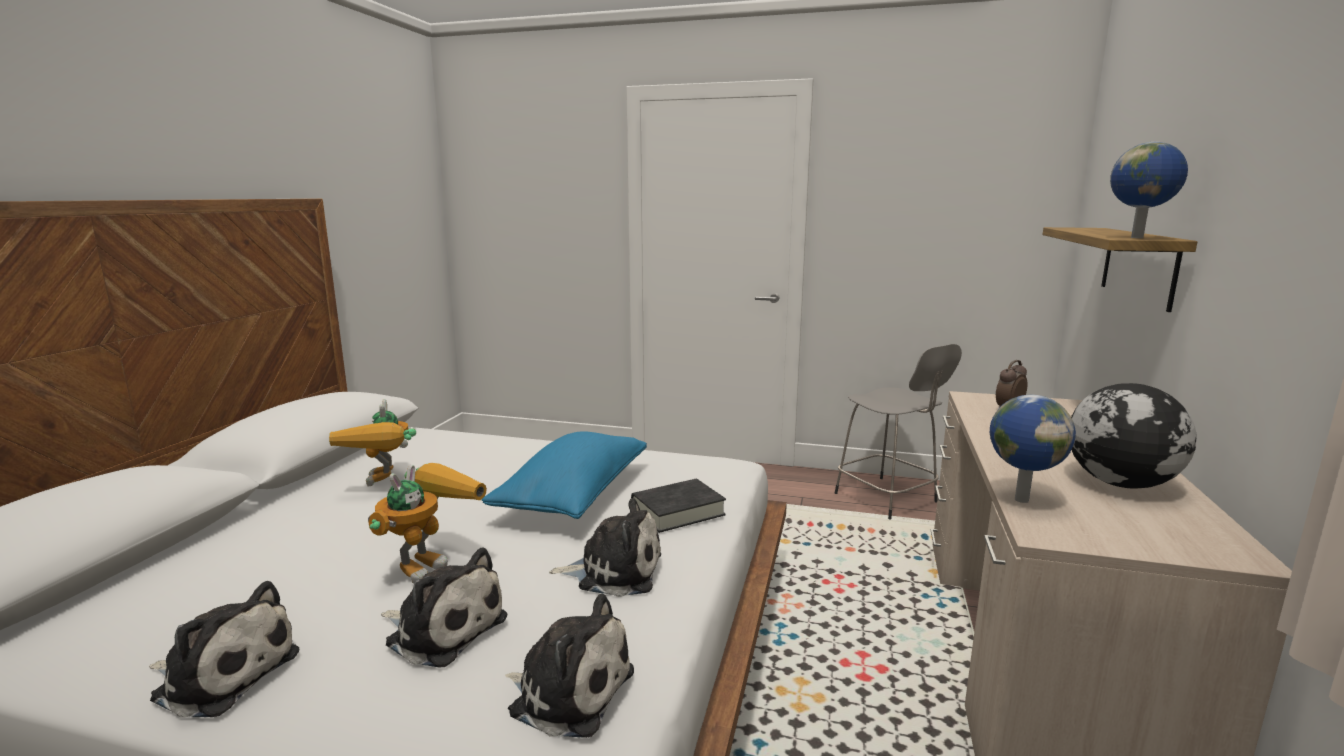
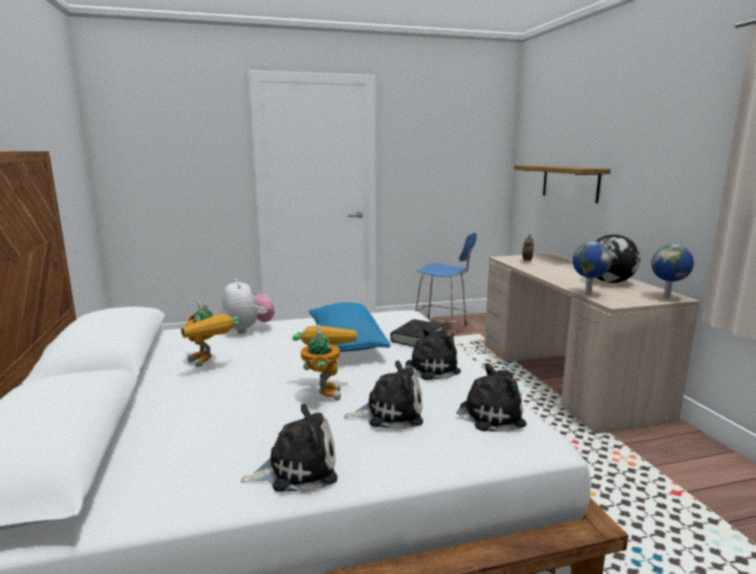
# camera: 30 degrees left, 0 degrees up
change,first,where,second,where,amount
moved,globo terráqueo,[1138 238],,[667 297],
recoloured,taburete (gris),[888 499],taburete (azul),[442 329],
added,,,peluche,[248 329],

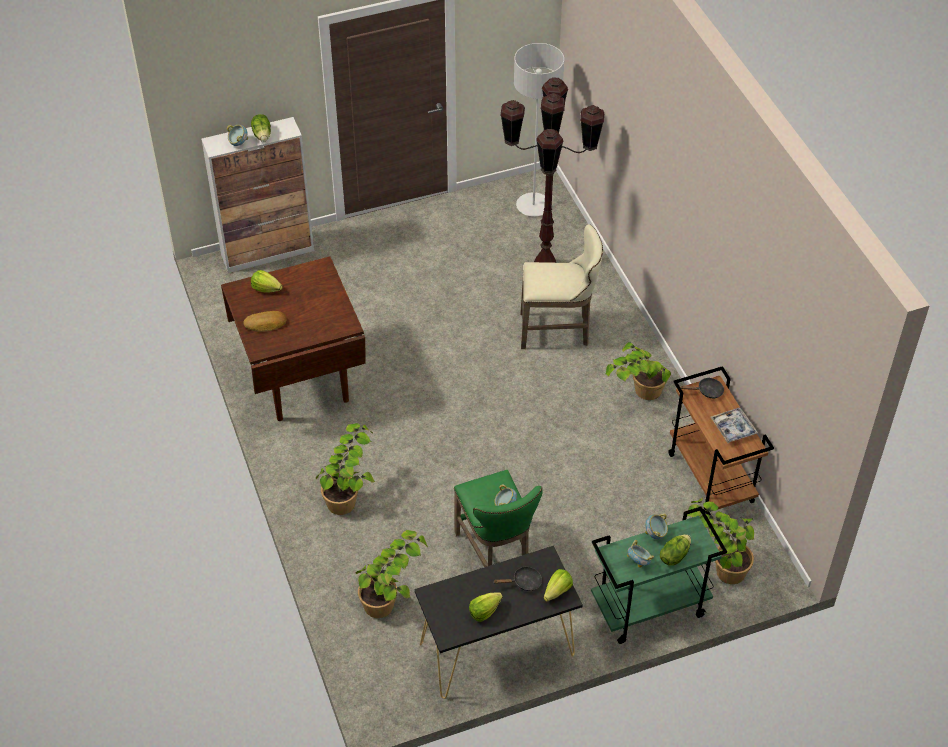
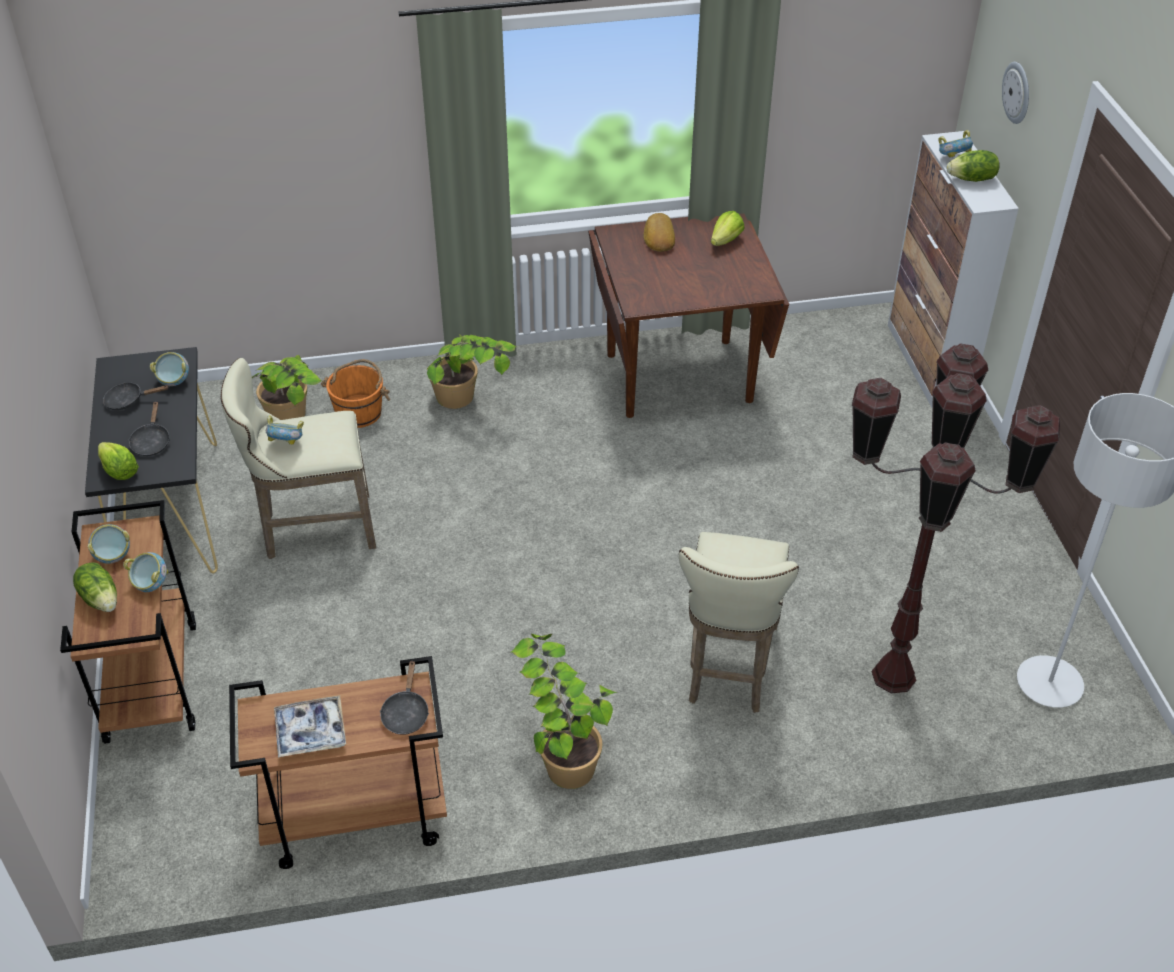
# camera: 100 degrees right, 5 degrees down
change,first,where,second,where,amount
recoloured,taburete (verde),[495 556],taburete (beis),[312 529],
removed,planta en maceta,[719 562],,,
recoloured,carrito (verde),[649 608],carrito (marrón),[151 681],
replaced,lechuga,[484 611],sartén (negro),[128 401],
added,,,reloj de pared,[1017 92],
added,,,cuenco,[173 381],
added,,,cubo (naranja),[359 412],

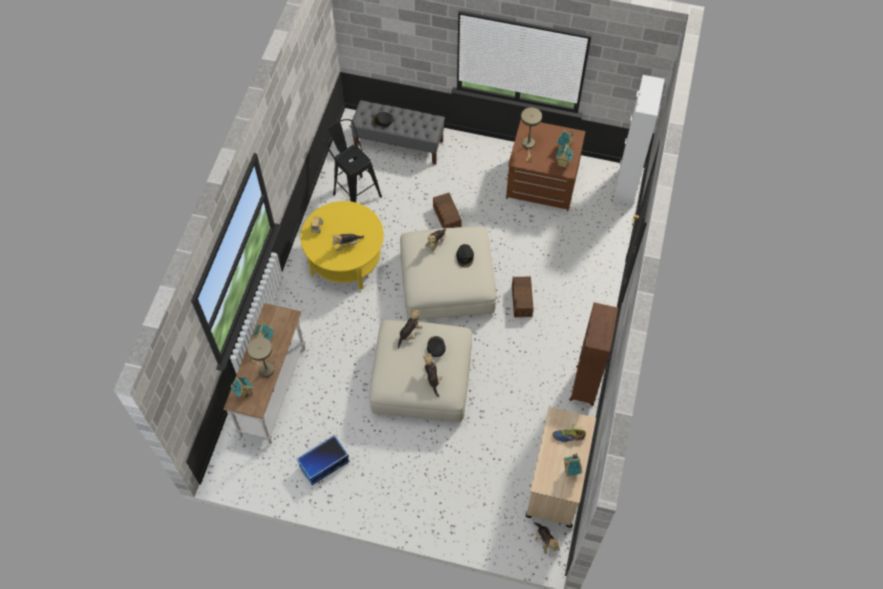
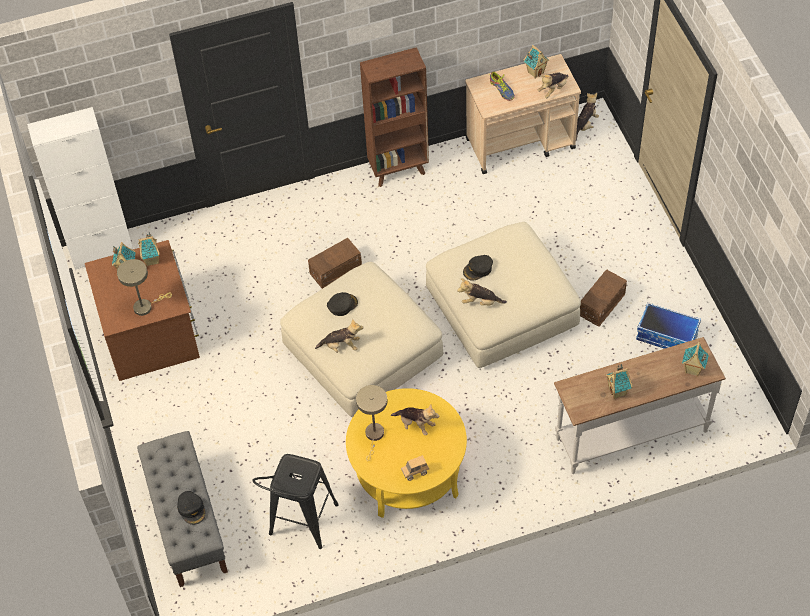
# camera: 120 degrees left, 5 degrees down
change,first,where,second,where,amount
moved,caja de almacenaje (marrón),[447 217],,[600 305],
moved,lámpara de mesa (beis),[264 369],,[374 436],
moved,peluche,[432 379],,[553 90],

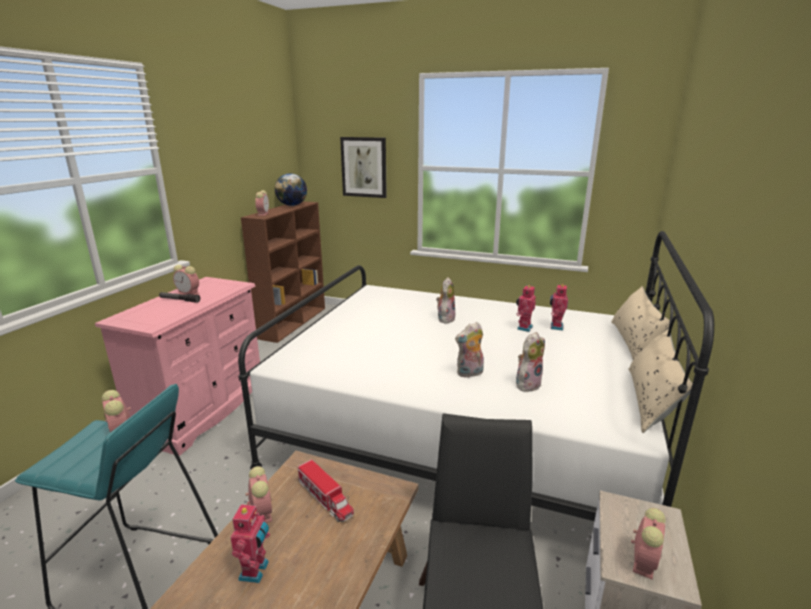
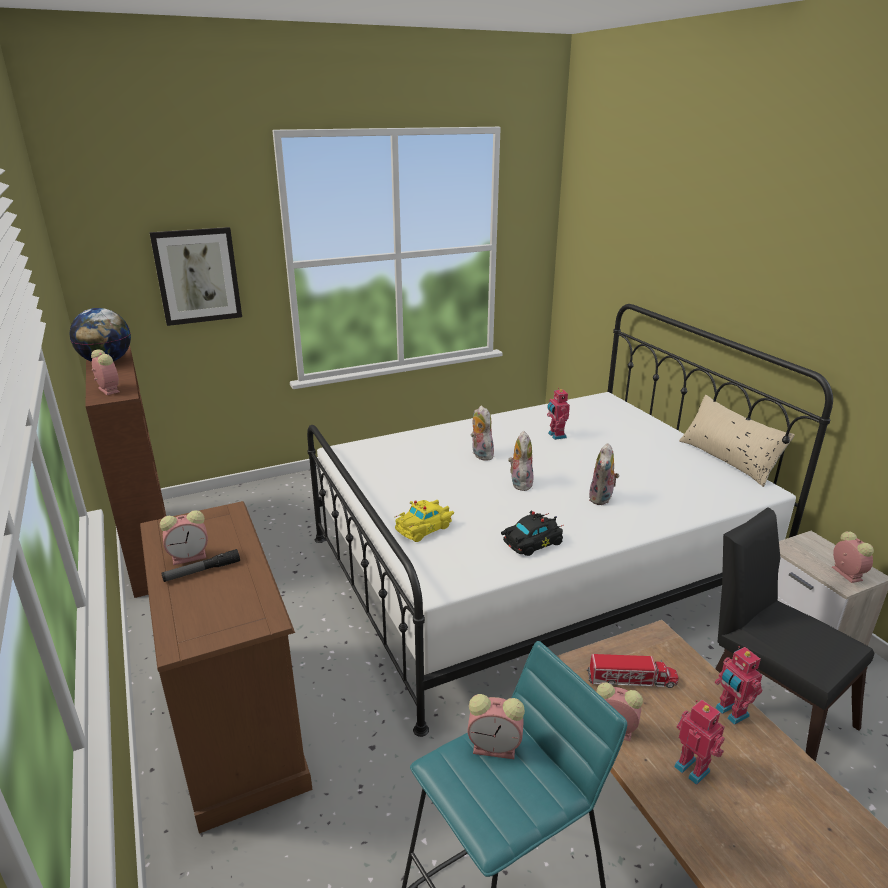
# camera: 45 degrees left, 5 degrees up
change,first,where,second,where,amount
recoloured,cómoda (rosa),[203 410],cómoda (marrón),[237 724],
moved,robot de juguete,[555 327],,[730 713],
removed,cojín (beis),[634 342],,,
moved,peluche,[527 384],,[520 483],
added,,,coche de juguete (amarillo),[425 527],
added,,,coche de juguete (negro),[531 542],

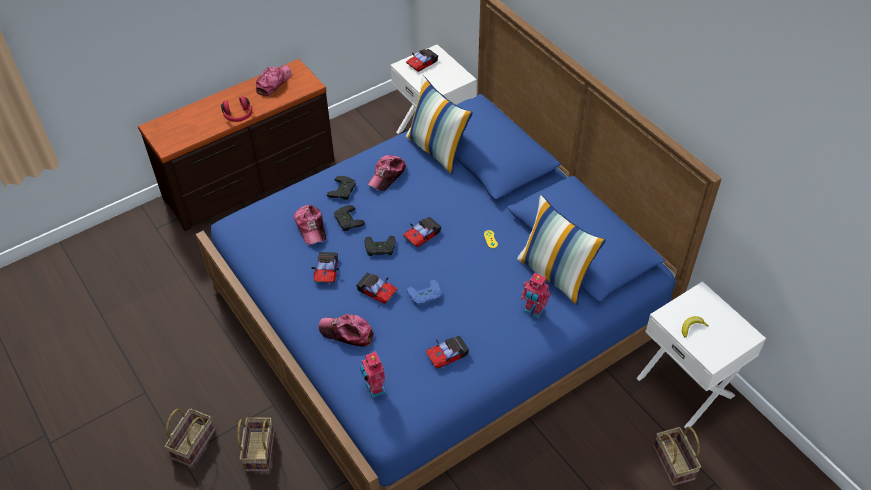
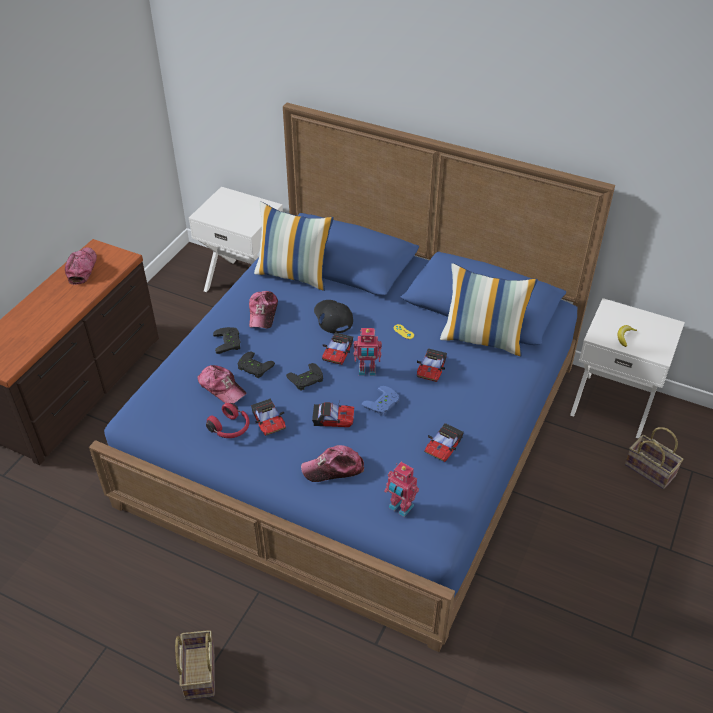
# camera: 30 degrees left, 5 degrees down
change,first,where,second,where,amount
moved,coche de juguete,[422 63],,[431 369],
moved,auriculares (rojo),[238 115],,[230 428],
moved,robot de juguete,[533 311],,[367 371],
removed,cesta,[259 450],,,
added,,,gorra (negro),[333 317],

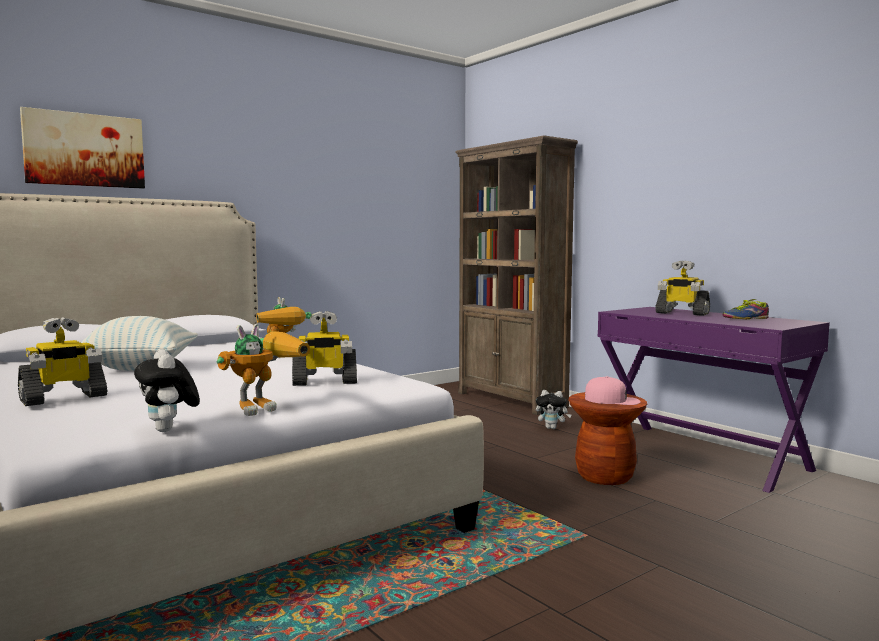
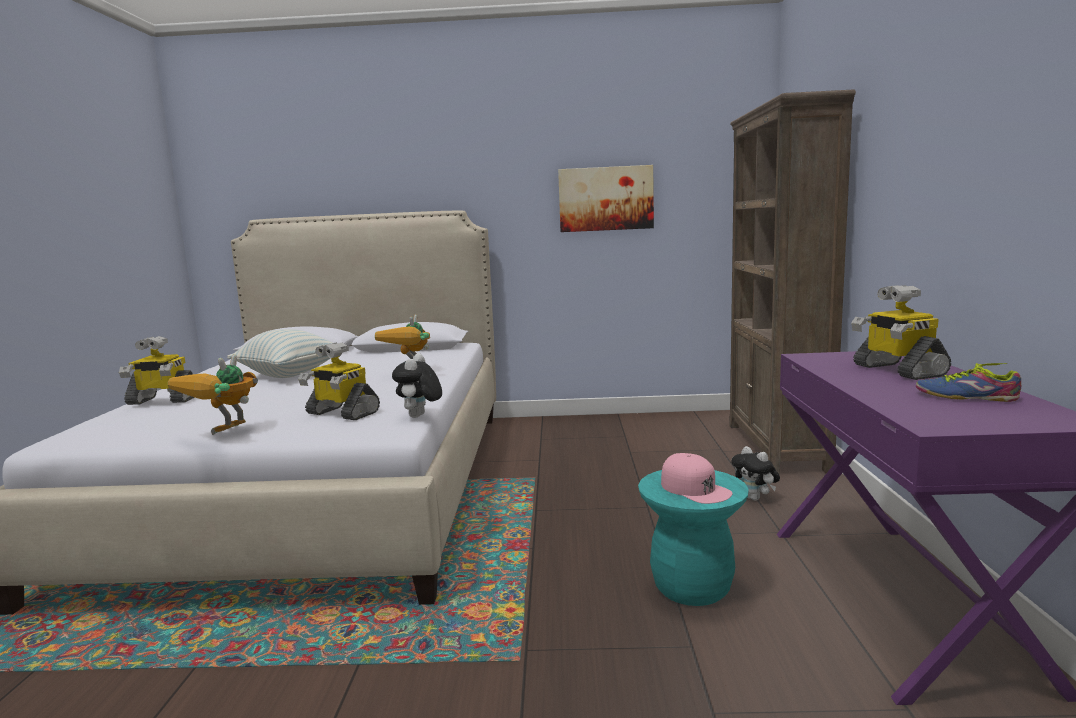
# camera: 40 degrees right, 5 degrees up
change,first,where,second,where,amount
moved,cuadro,[84 150],,[605 199],
turned,robot de juguete,[265 407],,[224 435],120 degrees clockwise
moved,peluche,[169 430],,[419 416],
recoloured,taburete (marrón),[605 476],taburete (turquesa),[692 588],

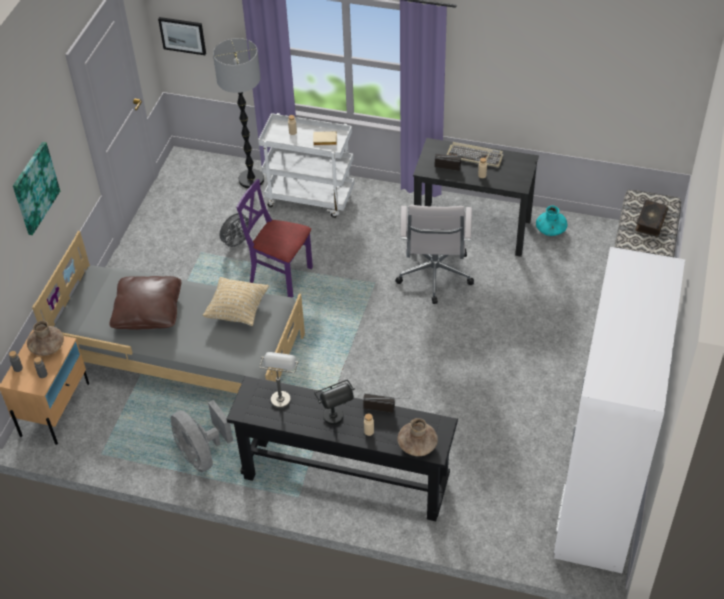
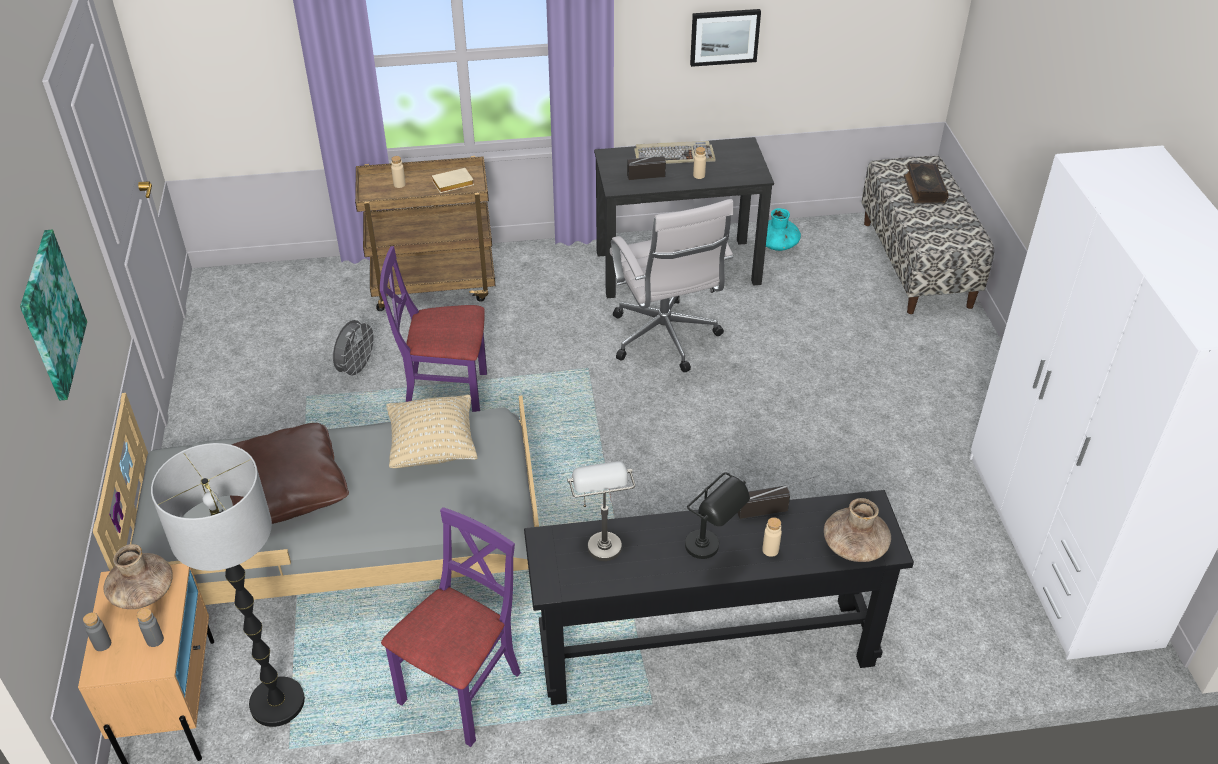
# camera: 25 degrees left, 5 degrees down
change,first,where,second,where,amount
moved,cuadro,[182 35],,[724 36],
moved,lámpara de pie,[251 179],,[277 702],
recoloured,carrito (blanco),[311 198],carrito (marrón),[435 285],
replaced,ventilador (gris),[202 454],silla (morado),[462 690],

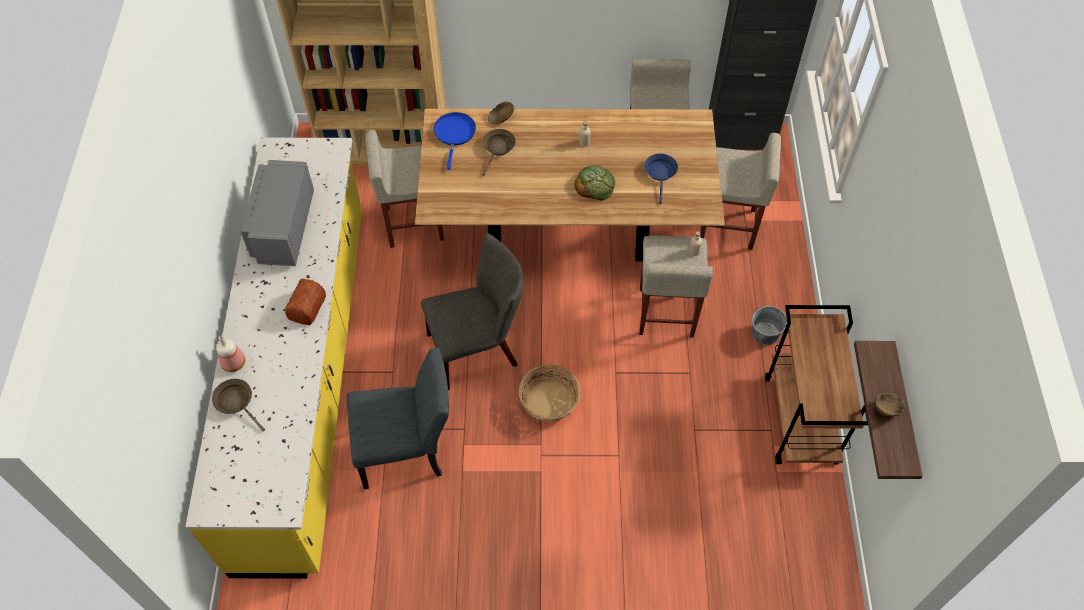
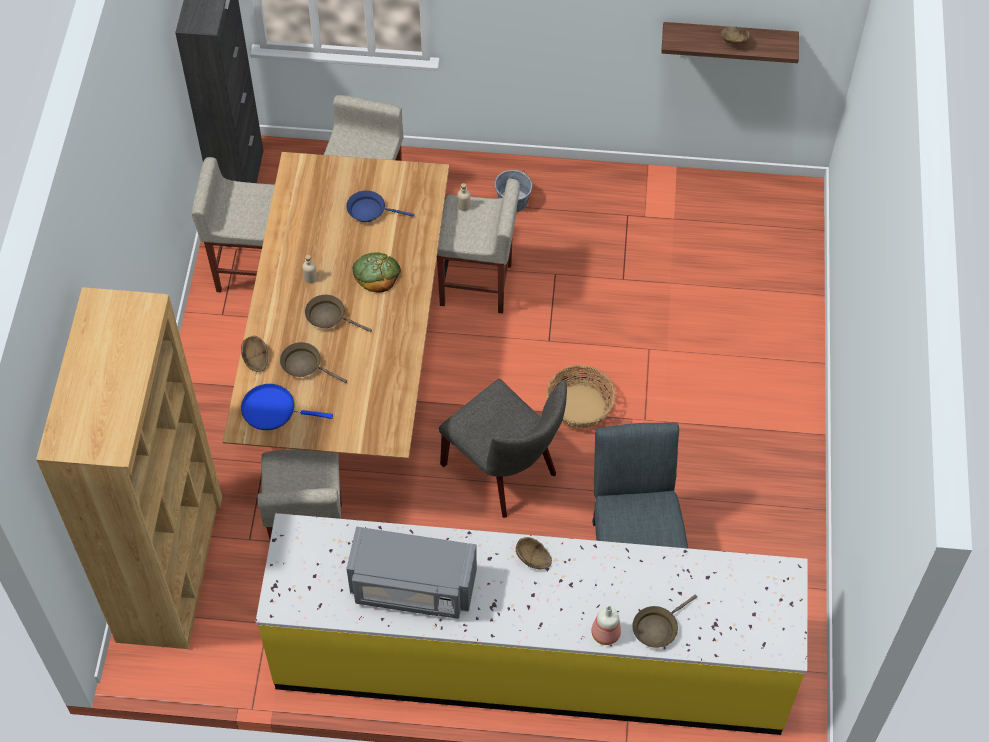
# camera: 85 degrees left, 0 degrees up
change,first,where,second,where,amount
turned,silla (gris),[478 349],,[505 472],150 degrees clockwise
replaced,pan,[305 307],cuenco (marrón),[534 559],
removed,carrito (marrón),[801 420],,,
added,,,sartén (marrón),[329 317],

